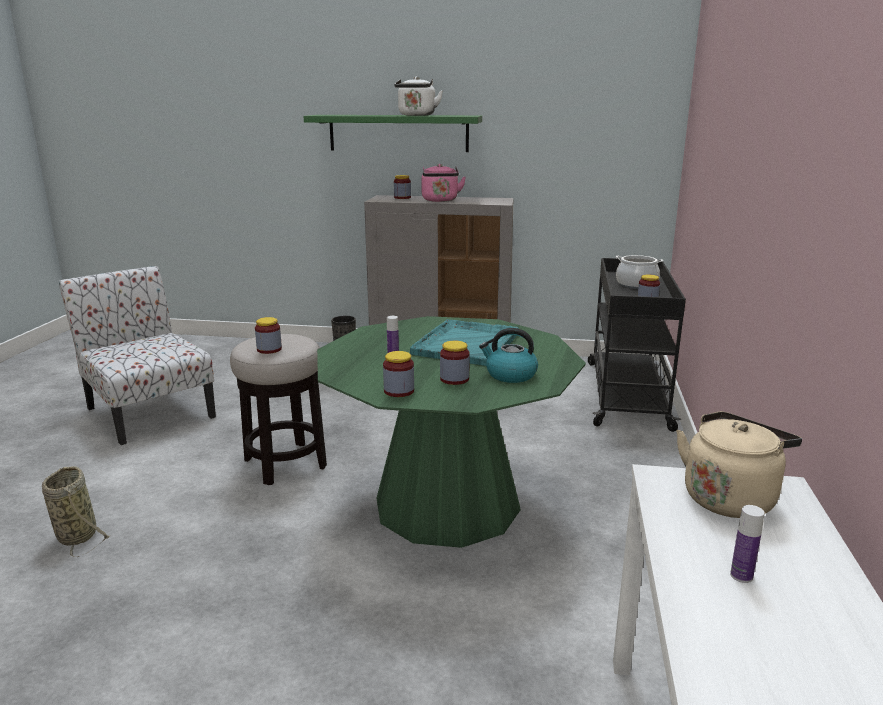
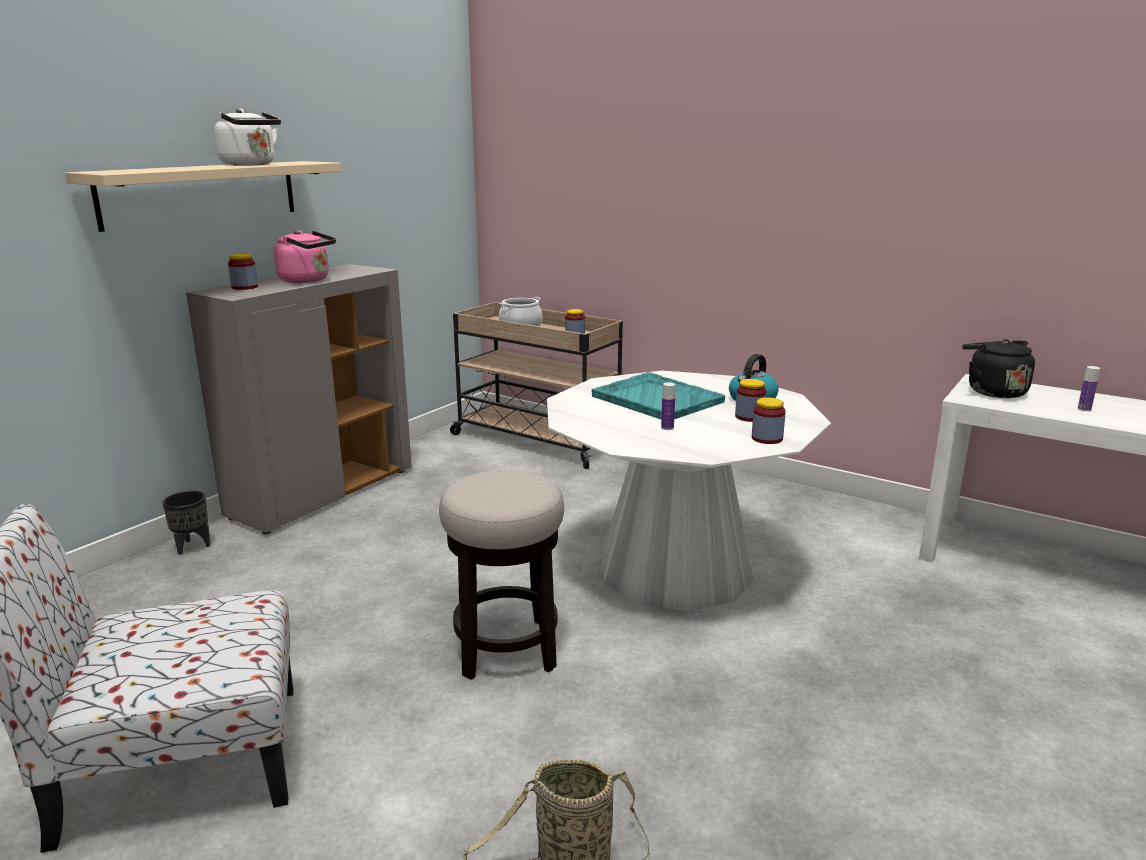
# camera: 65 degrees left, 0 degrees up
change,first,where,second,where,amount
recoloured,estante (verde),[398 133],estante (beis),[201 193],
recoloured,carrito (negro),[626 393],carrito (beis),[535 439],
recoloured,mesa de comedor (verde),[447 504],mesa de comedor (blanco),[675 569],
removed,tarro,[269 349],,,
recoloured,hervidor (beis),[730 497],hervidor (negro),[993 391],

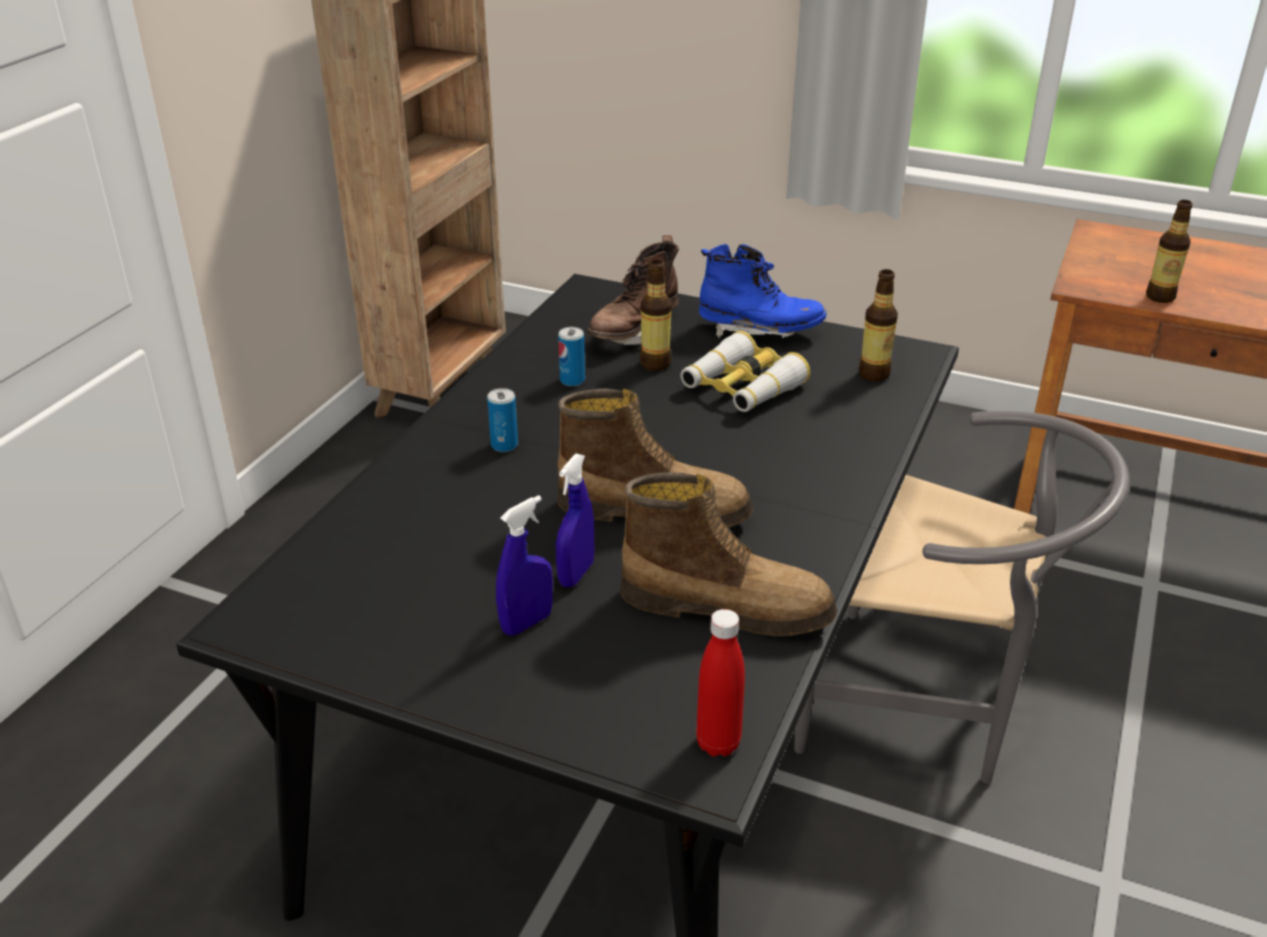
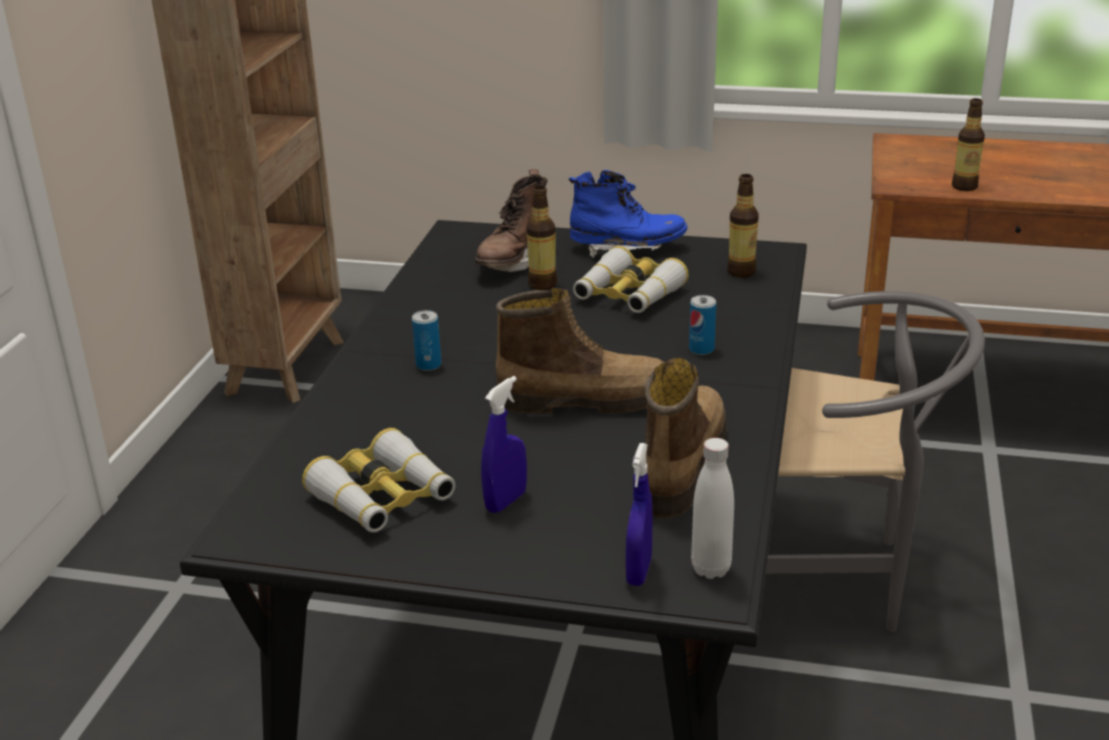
# camera: 10 degrees left, 5 degrees down
change,first,where,second,where,amount
moved,lata,[572 380],,[701 349],
moved,pulverizador (azul),[576 574],,[639 571],
turned,bota,[726 606],,[679 465],75 degrees counterclockwise
recoloured,botella (rojo),[718 743],botella (blanco),[711 568],
added,,,prismáticos,[383 498],

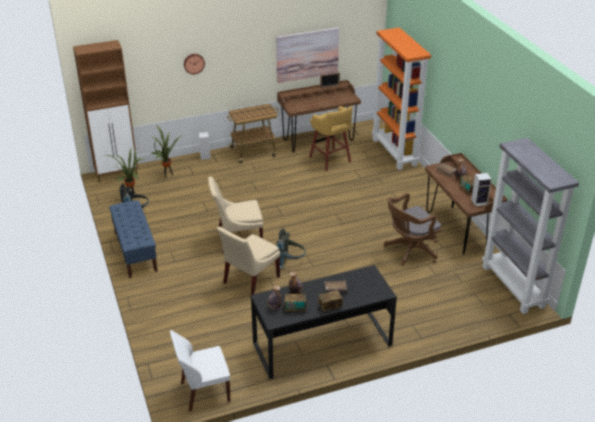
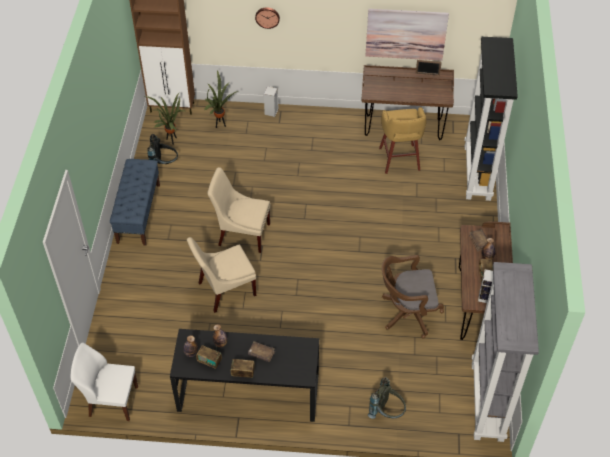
# camera: 25 degrees right, 15 degrees up
change,first,where,second,where,amount
recoloured,estantería (naranja),[395 152],estantería (negro),[478 173],
removed,carrito,[254 151],,,
moved,mochila (gris),[290 262],,[387 412],

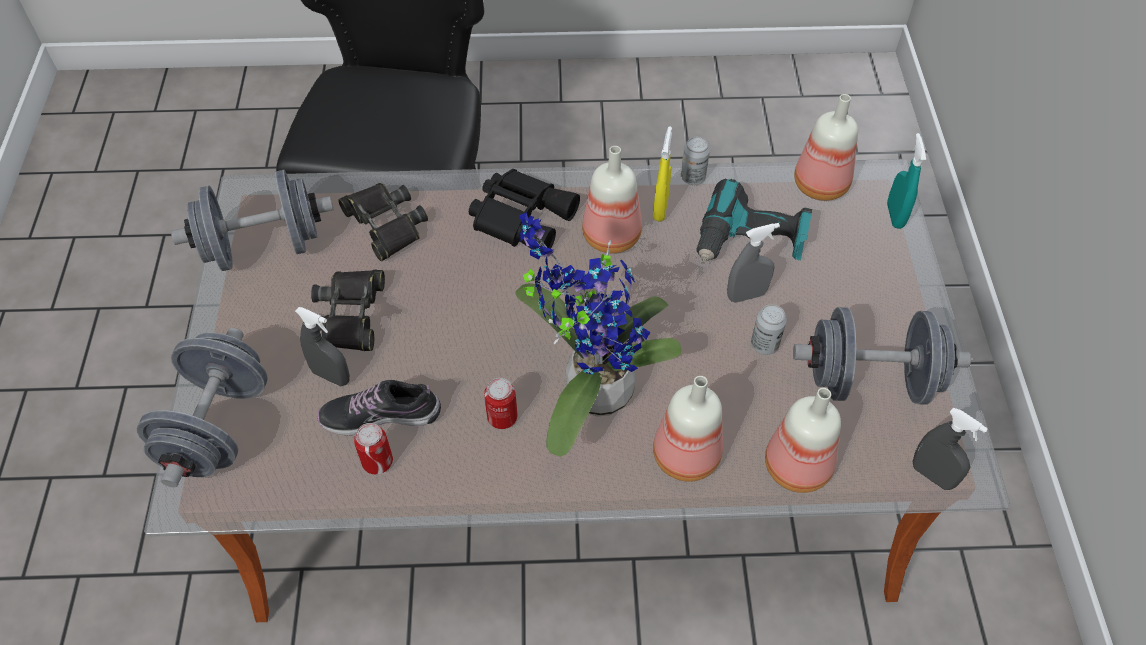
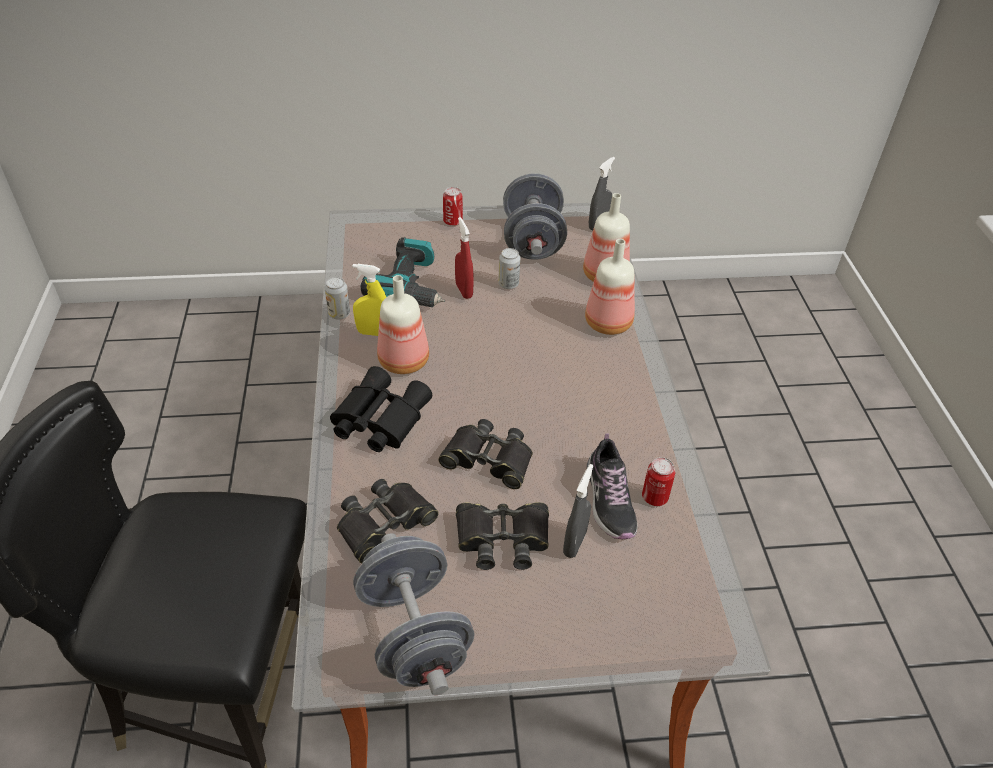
# camera: 95 degrees left, 10 degrees down
change,first,where,second,where,amount
removed,botella,[820 183],,,
removed,pulverizador (turquesa),[895 215],,,
removed,planta en maceta,[590 389],,,
recoloured,pulverizador (gris),[746 295],pulverizador (rojo),[464 290],
removed,mancuerna (gris),[217 427],,,
moved,lata,[502 417],,[453 221],
added,,,prismáticos (negro),[488 459],

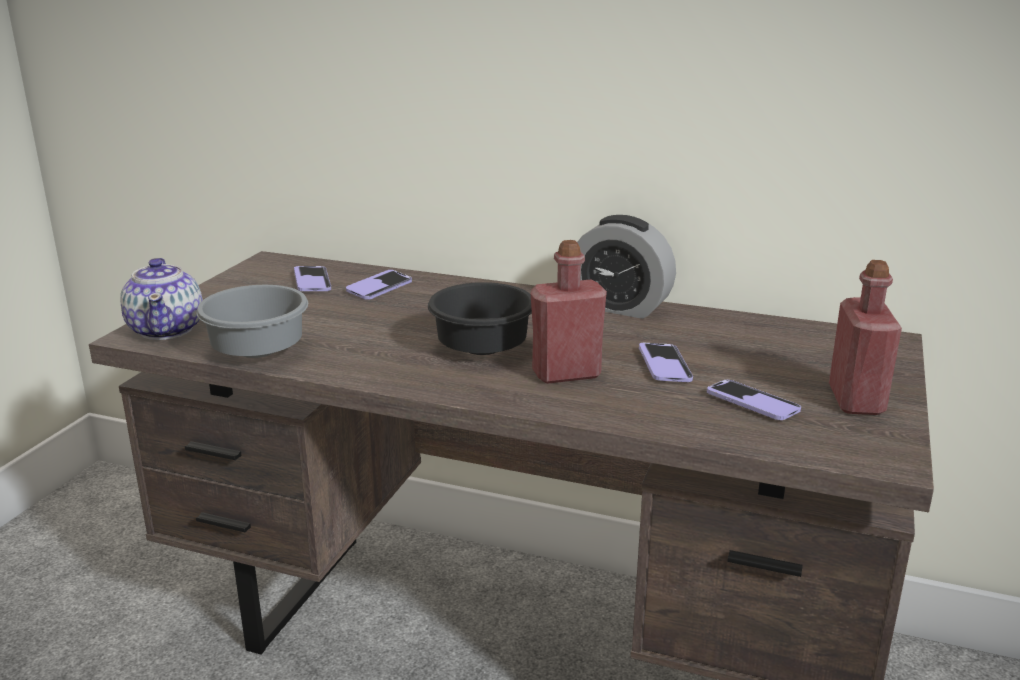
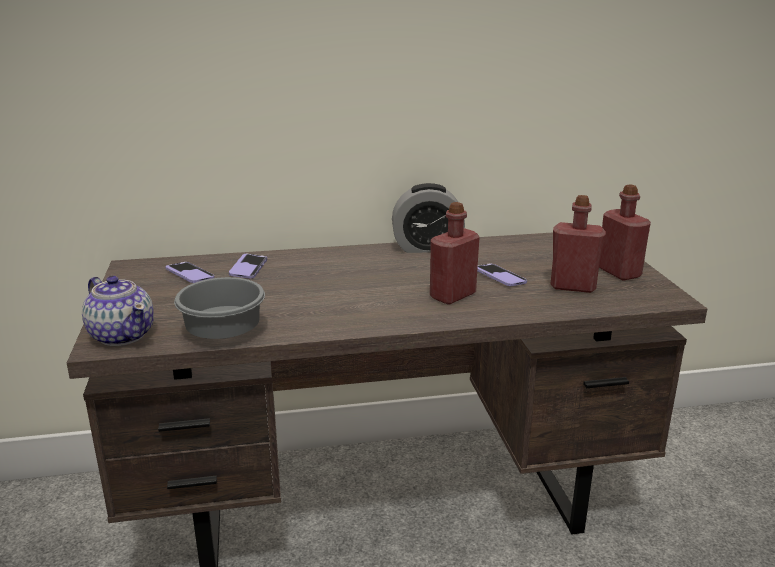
# camera: 30 degrees left, 0 degrees up
change,first,where,second,where,amount
removed,cuenco (negro),[480 350],,,
replaced,móvil,[752 402],botella (rojo),[573 286],

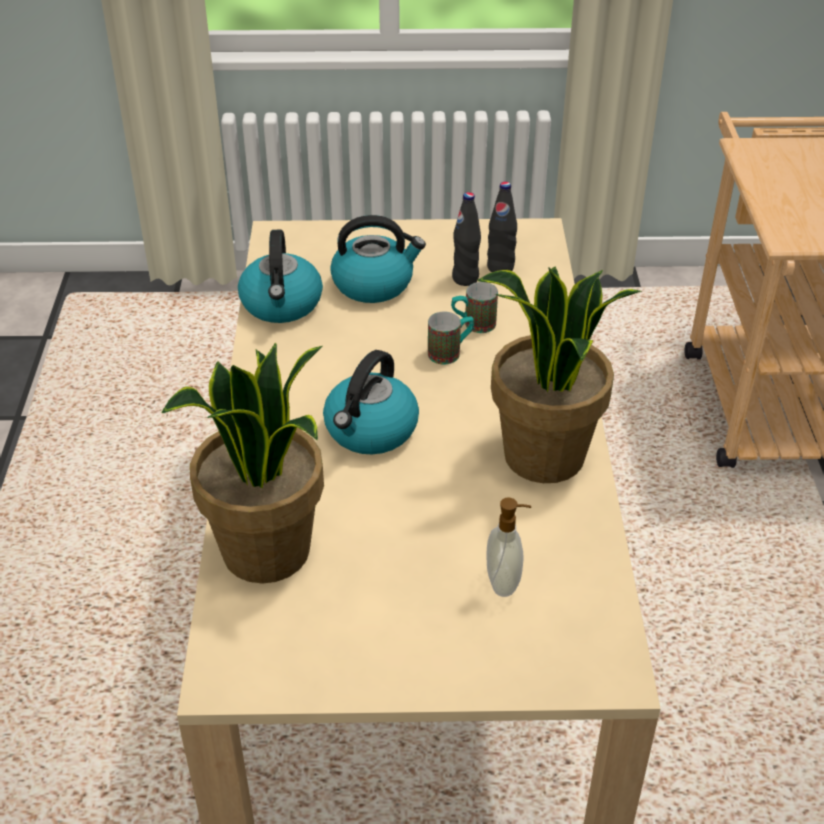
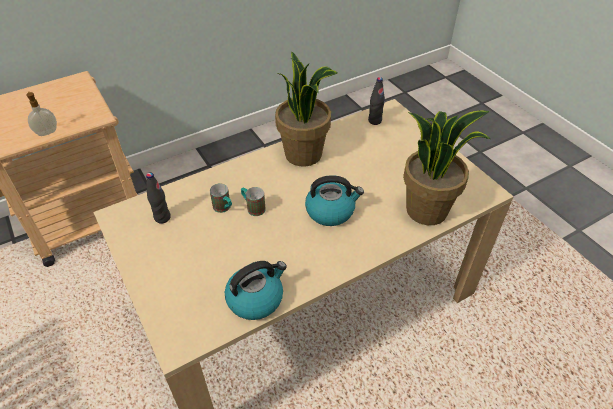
# camera: 120 degrees left, 5 degrees up
change,first,where,second,where,amount
moved,botella (negro),[465 278],,[374 121],
removed,hervidor,[374 284],,,
moved,dispensador de jabón,[504 582],,[47 132],

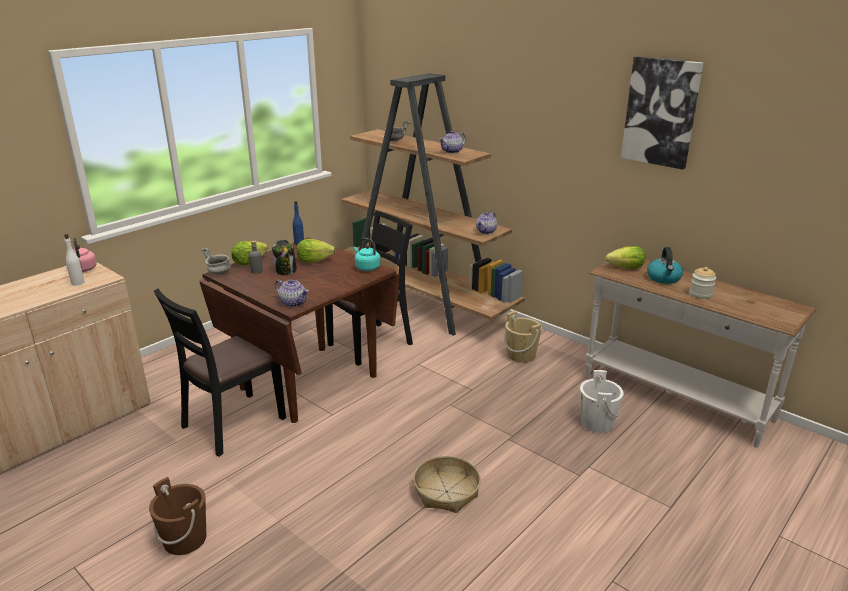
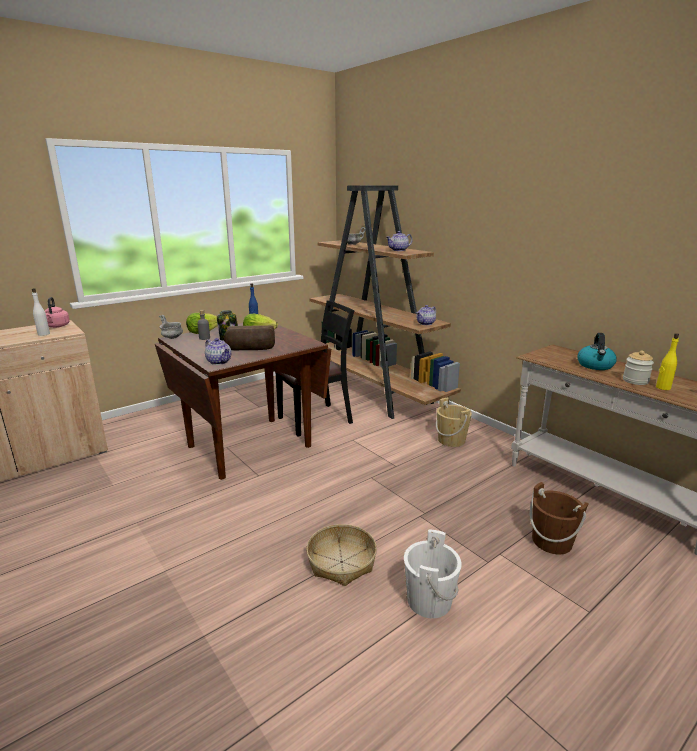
# camera: 10 degrees right, 5 degrees down
change,first,where,second,where,amount
removed,cuadro,[661 112],,,
removed,hervidor (turquesa),[366 267],,,
removed,lechuga,[626 268],,,
removed,silla (negro),[233 423],,,
moved,cubo (blanco),[597 422],,[429 600],
moved,cubo (marrón),[185 539],,[551 541],
added,,,pan,[250 349],
added,,,botella (amarillo),[663 387],

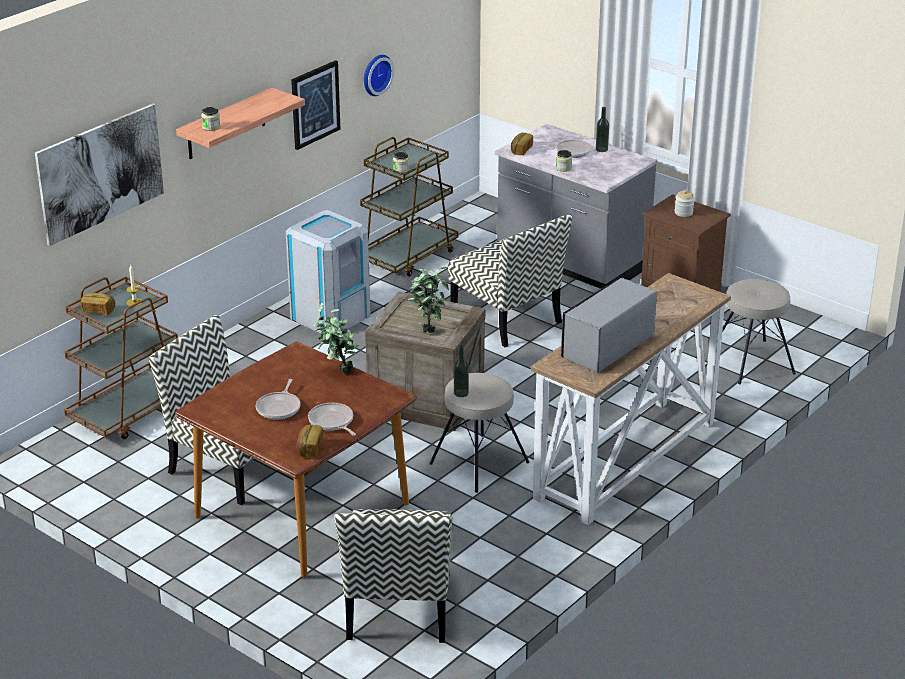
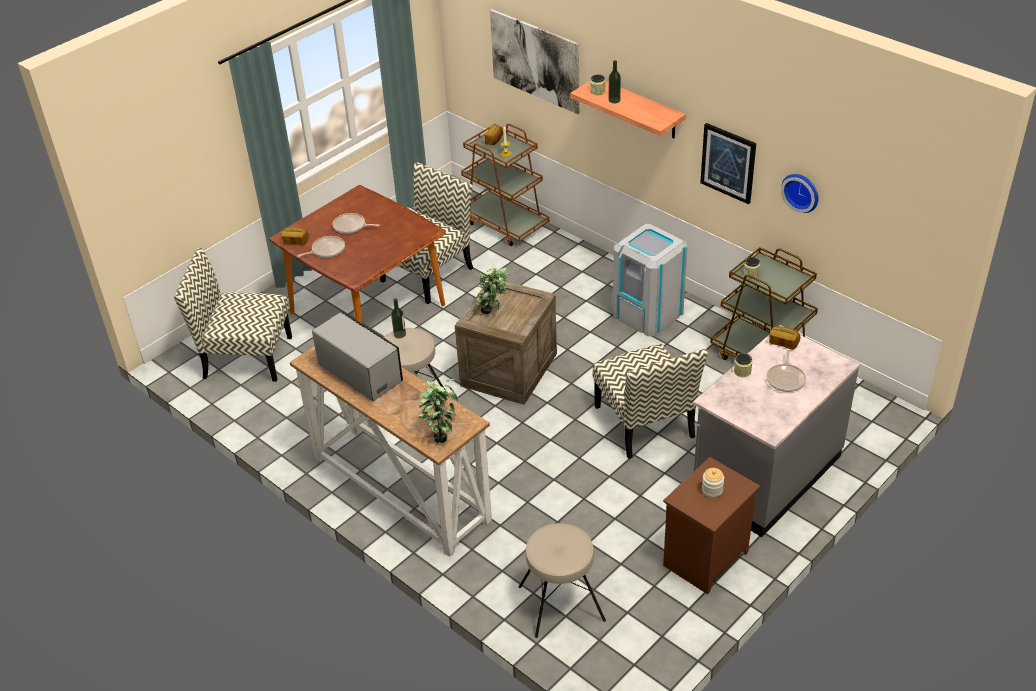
# camera: 95 degrees right, 10 degrees up
change,first,where,second,where,amount
moved,botella,[601 149],,[614 100],
turned,silla,[507 319],,[645 423],75 degrees counterclockwise
moved,planta en maceta,[337 371],,[440 434],

